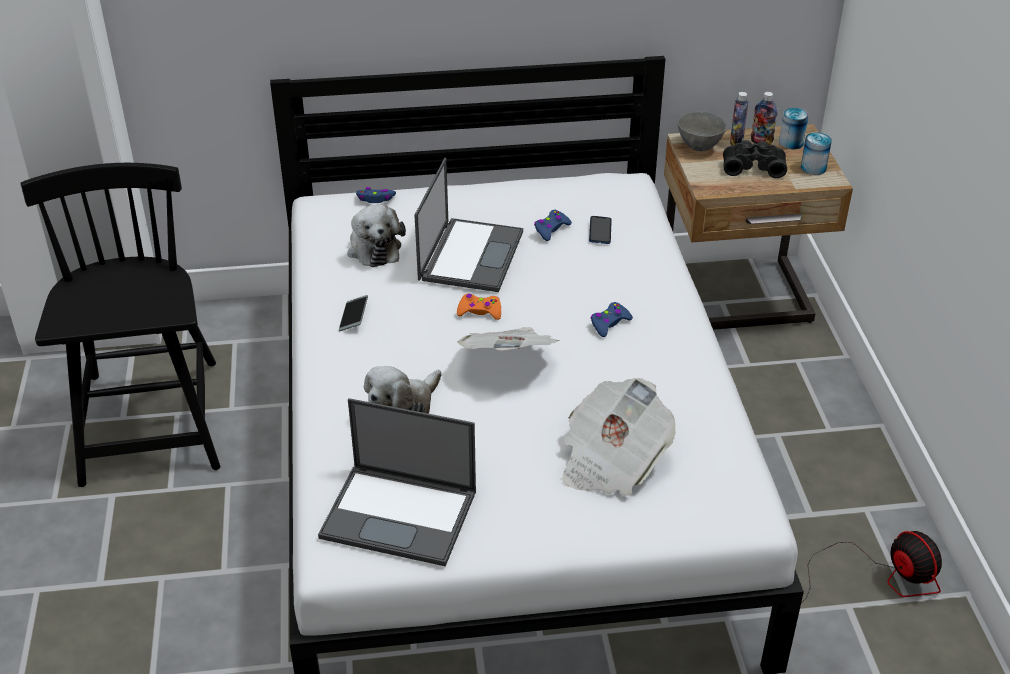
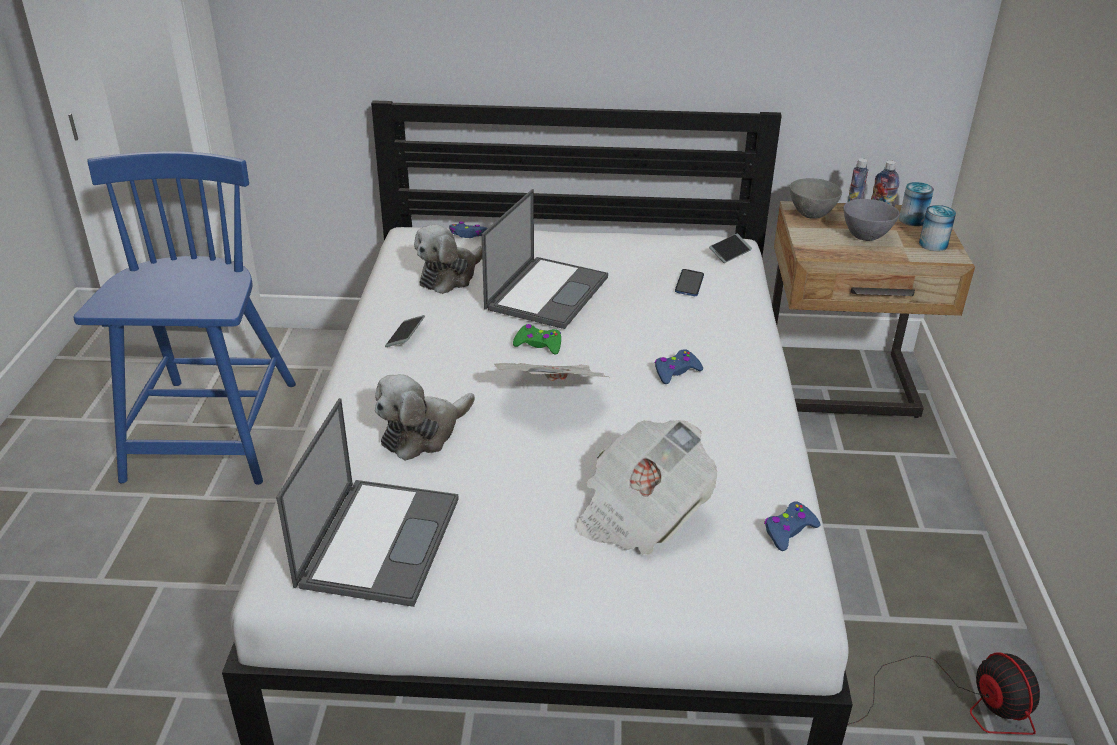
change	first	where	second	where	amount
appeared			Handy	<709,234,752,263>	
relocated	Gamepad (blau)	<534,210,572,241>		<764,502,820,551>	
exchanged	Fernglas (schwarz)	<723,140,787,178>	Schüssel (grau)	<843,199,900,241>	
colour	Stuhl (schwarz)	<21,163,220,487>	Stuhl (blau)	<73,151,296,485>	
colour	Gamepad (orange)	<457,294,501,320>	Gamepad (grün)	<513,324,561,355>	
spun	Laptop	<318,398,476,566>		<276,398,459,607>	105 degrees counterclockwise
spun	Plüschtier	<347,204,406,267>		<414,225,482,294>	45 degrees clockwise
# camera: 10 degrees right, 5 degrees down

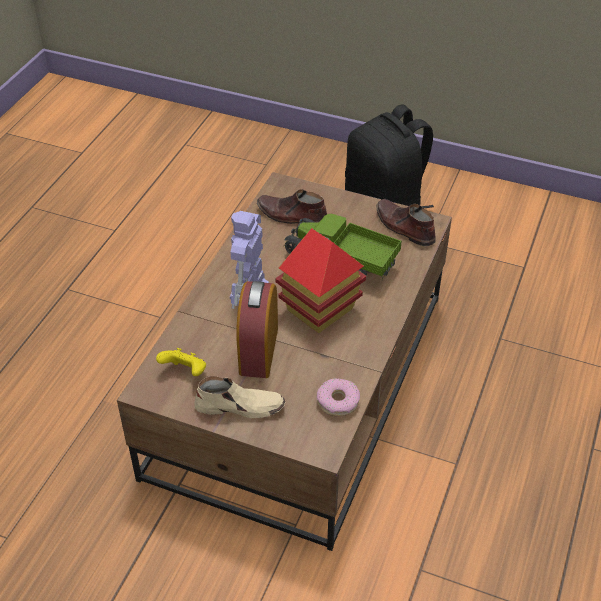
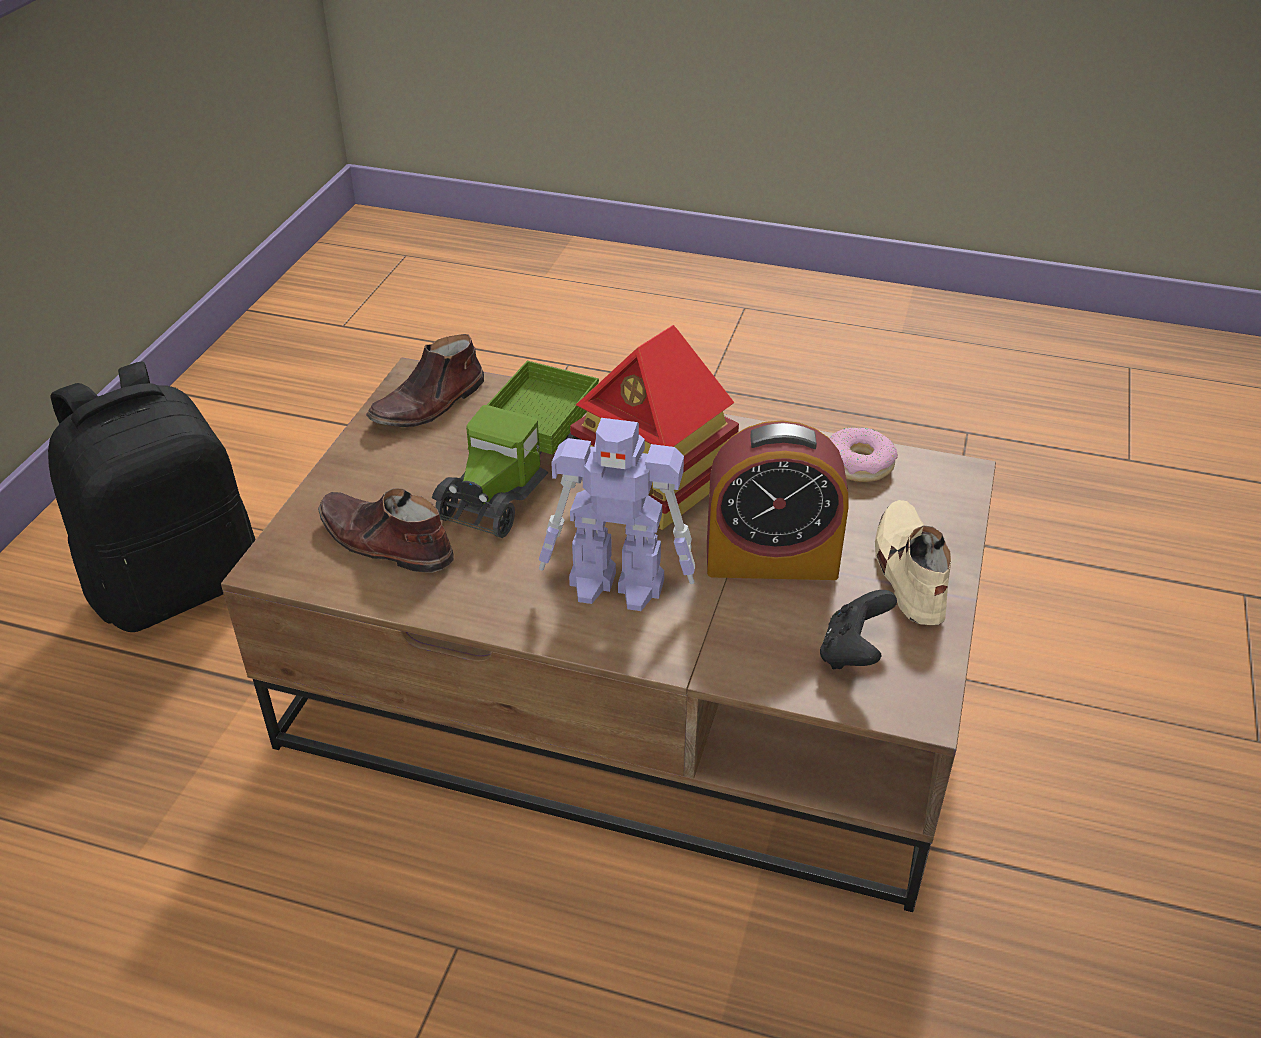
change	first	where	second	where	amount
colour	Gamepad (gelb)	<156,348,206,376>	Gamepad (schwarz)	<820,590,897,669>	
spun	Schuh (braun)	<257,189,327,224>		<318,489,454,573>	105 degrees clockwise
# camera: 95 degrees left, 5 degrees down

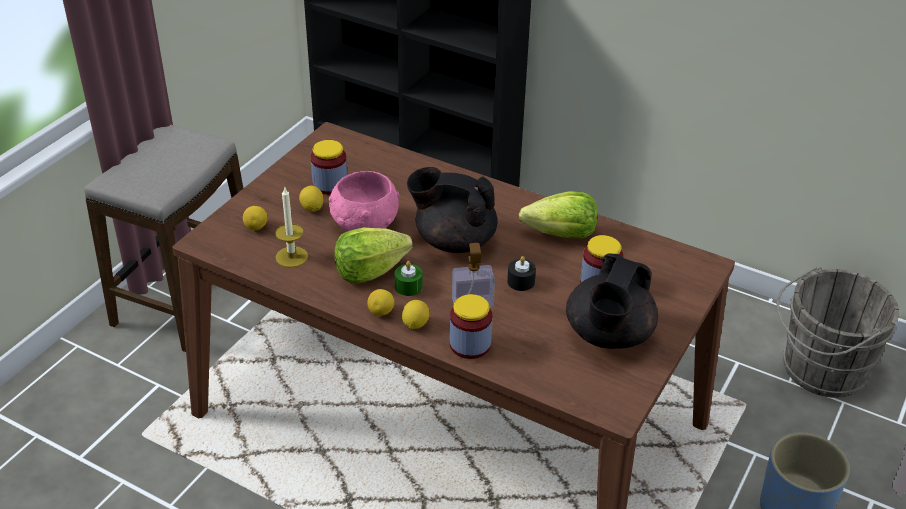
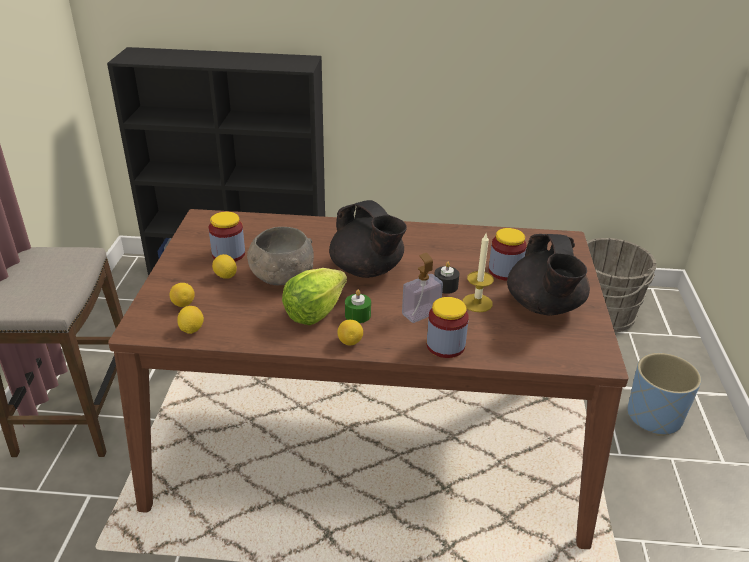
change	first	where	second	where	amount
missing	Salatkopf	<519,191,598,239>			
relocated	Kerze	<275,188,308,268>		<462,234,494,312>	
relocated	Zitrone	<402,300,430,329>		<177,306,204,334>	
colour	Schüssel (rosa)	<329,171,400,231>	Schüssel (grau)	<247,227,314,285>	
spun	Teekanne (schwarz)	<407,167,497,253>		<329,200,407,278>	120 degrees counterclockwise
# camera: 25 degrees left, 5 degrees down

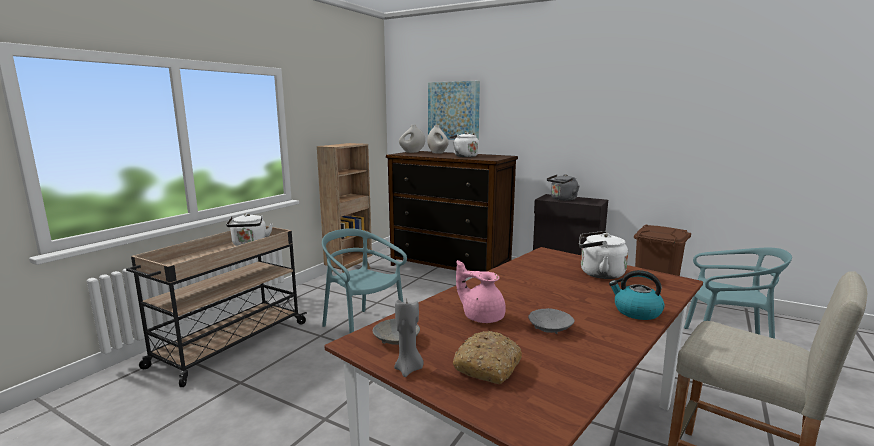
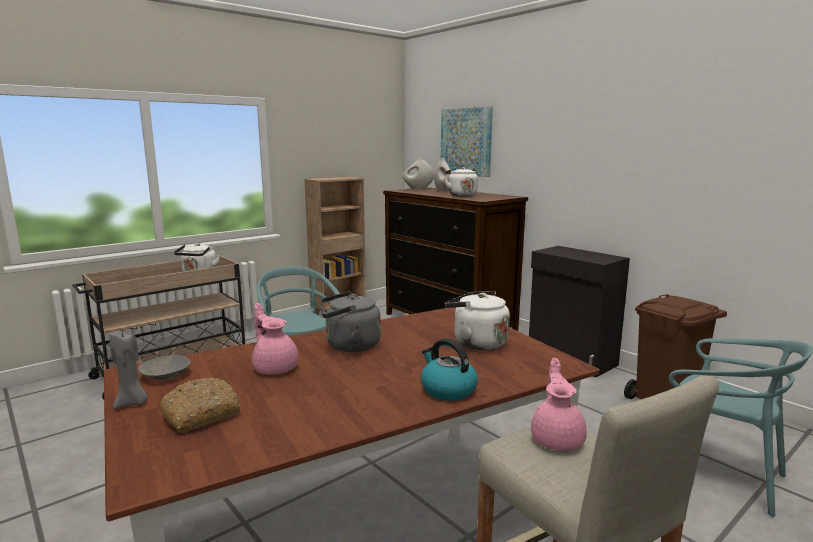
change	first	where	second	where	amount
missing	Schüssel (grau)	<528,308,575,334>			
appeared			Teekanne (rosa)	<531,358,587,451>	
relocated	Wasserkessel (grau)	<547,174,579,201>		<321,291,381,352>	
# camera: 20 degrees right, 0 degrees up

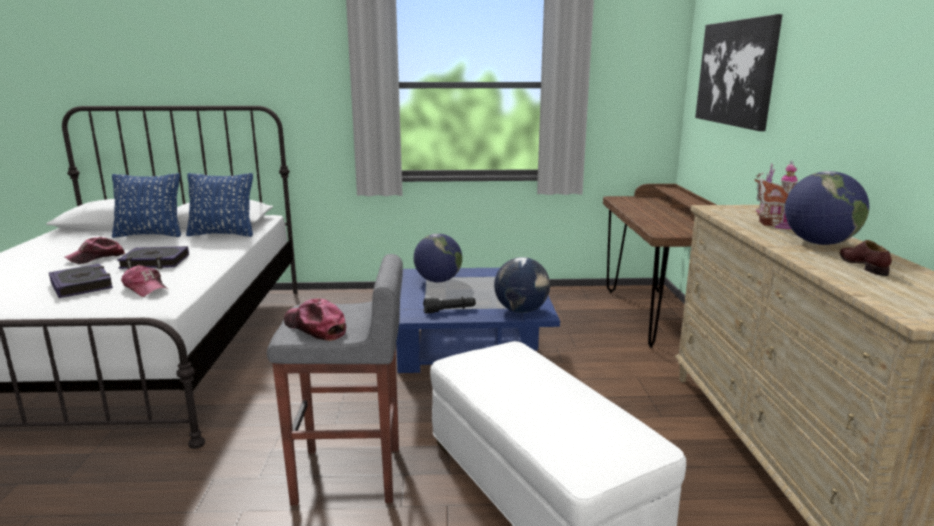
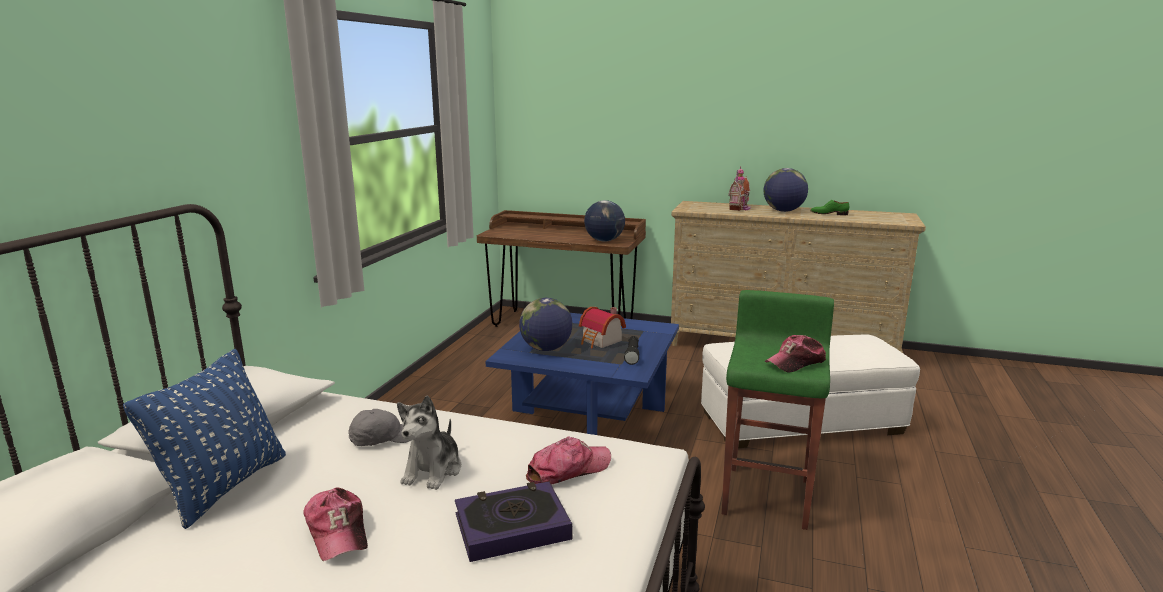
change	first	where	second	where	amount
missing	Kissen (blau)	<186,173,253,237>			
missing	Bild	<695,14,782,131>			
appeared			Kappe (grau)	<348,409,411,446>	
appeared			Spielzeughaus	<579,307,626,348>	
relocated	Globus	<494,257,550,313>		<584,200,625,242>	
exchanged	Buch	<117,246,189,269>	Plüschtier	<397,395,461,490>	
colour	Hocker (grau)	<267,254,403,505>	Hocker (grün)	<722,290,834,530>	
colour	Schuh (braun)	<840,240,892,276>	Schuh (grün)	<810,200,849,215>	
# camera: 70 degrees left, 0 degrees up

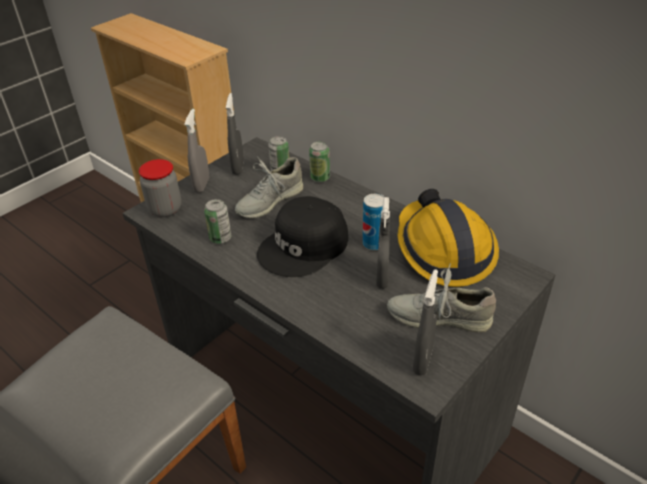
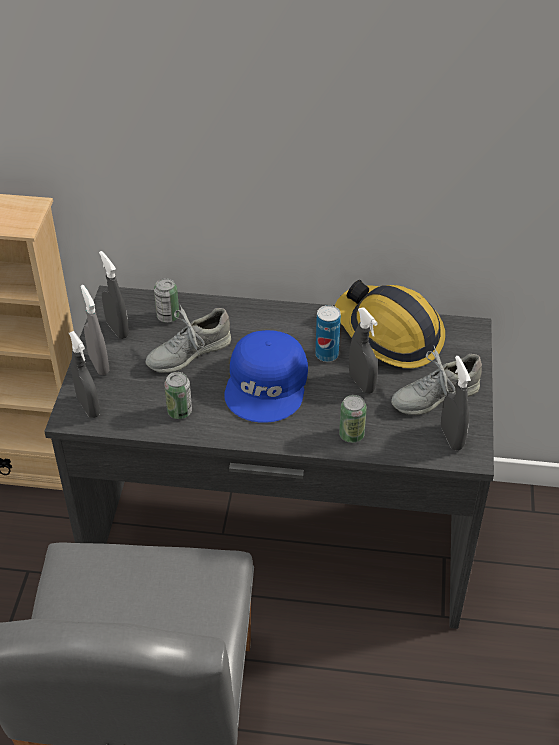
change	first	where	second	where	amount
relocated	Dose	<309,141,330,182>		<339,395,367,443>	
exchanged	Vorratsglas	<139,159,181,217>	Sprühflasche (grau)	<69,331,100,418>	
colour	Kappe (schwarz)	<257,196,348,277>	Kappe (blau)	<224,330,308,423>	
spun	Schuh (grau)	<235,156,303,218>		<145,305,231,373>	45 degrees clockwise
# camera: 35 degrees left, 5 degrees up

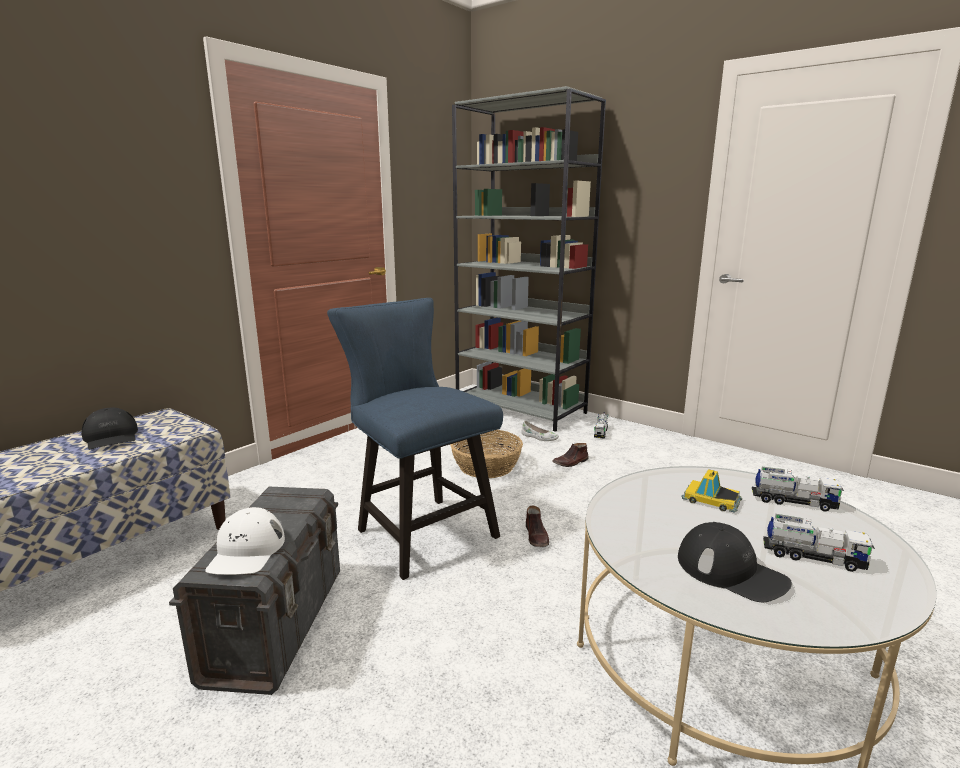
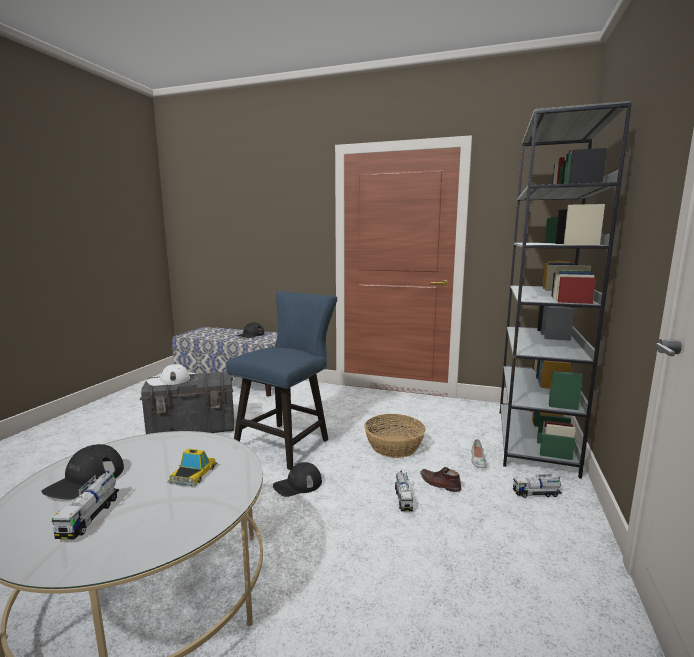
change	first	where	second	where	amount
relocated	Spielzeuglaster	<752,467,844,512>		<395,471,414,511>	
exchanged	Schuh (braun)	<526,506,549,547>	Kappe (schwarz)	<273,462,322,497>	
# camera: 70 degrees right, 5 degrees down

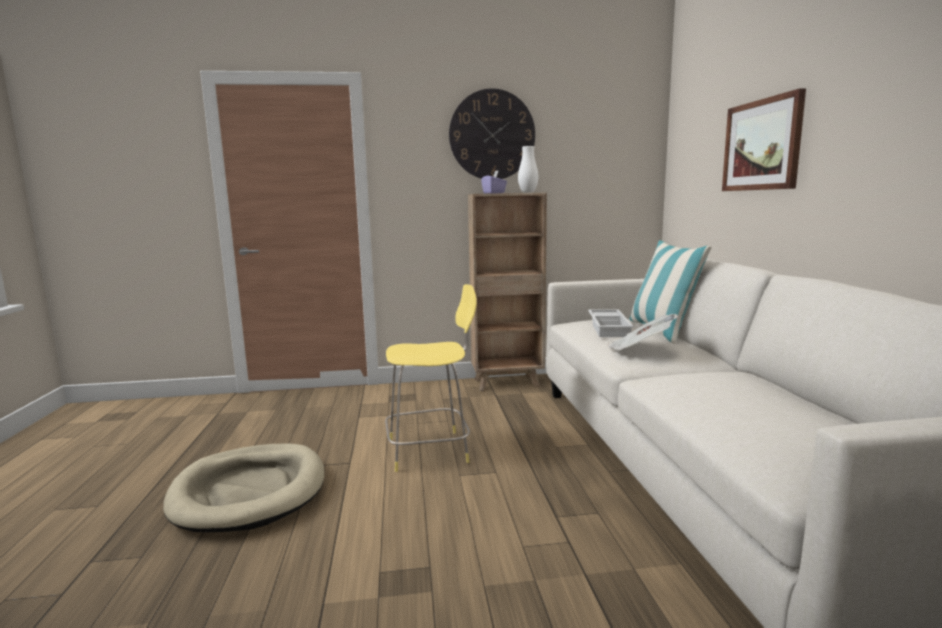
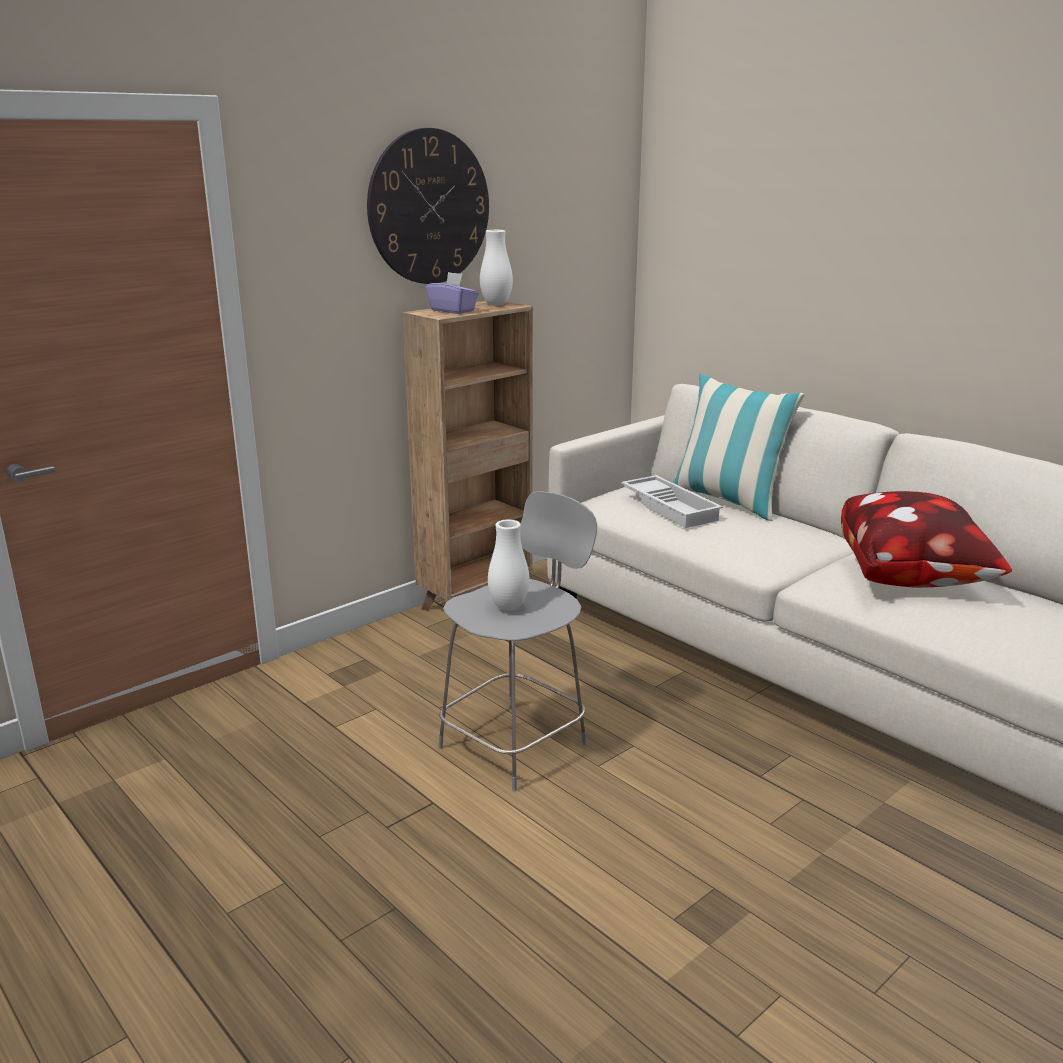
change	first	where	second	where	amount
missing	Hundebett (beige)	<163,443,325,532>			
missing	Zeitung	<607,314,678,351>			
missing	Bild	<722,88,806,191>			
appeared			Vase (weiß)	<488,520,529,611>	
appeared			Kissen	<841,491,1012,588>	
colour	Hocker (gelb)	<385,284,477,472>	Hocker (grau)	<438,491,597,792>	
# camera: 35 degrees left, 10 degrees up

